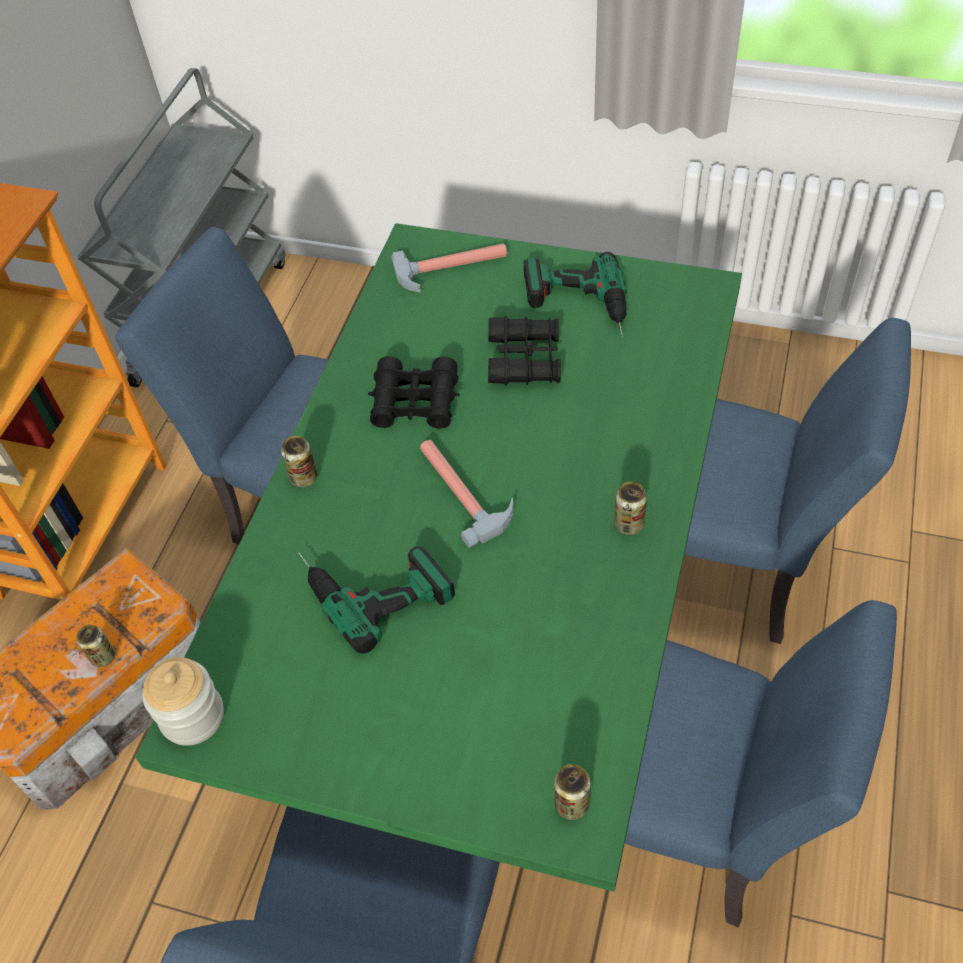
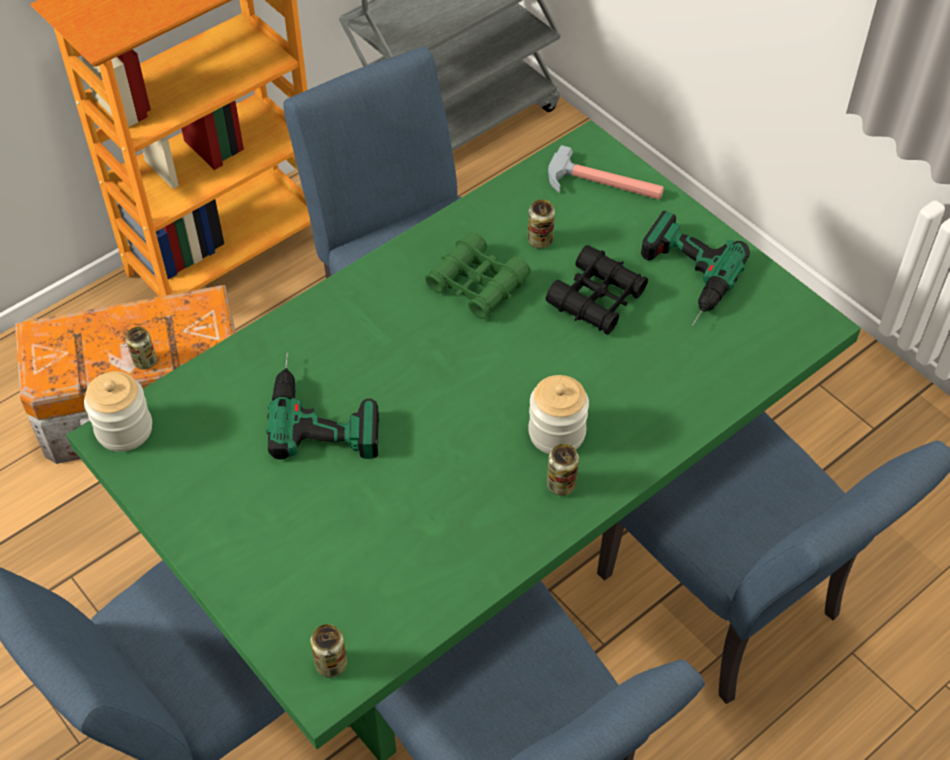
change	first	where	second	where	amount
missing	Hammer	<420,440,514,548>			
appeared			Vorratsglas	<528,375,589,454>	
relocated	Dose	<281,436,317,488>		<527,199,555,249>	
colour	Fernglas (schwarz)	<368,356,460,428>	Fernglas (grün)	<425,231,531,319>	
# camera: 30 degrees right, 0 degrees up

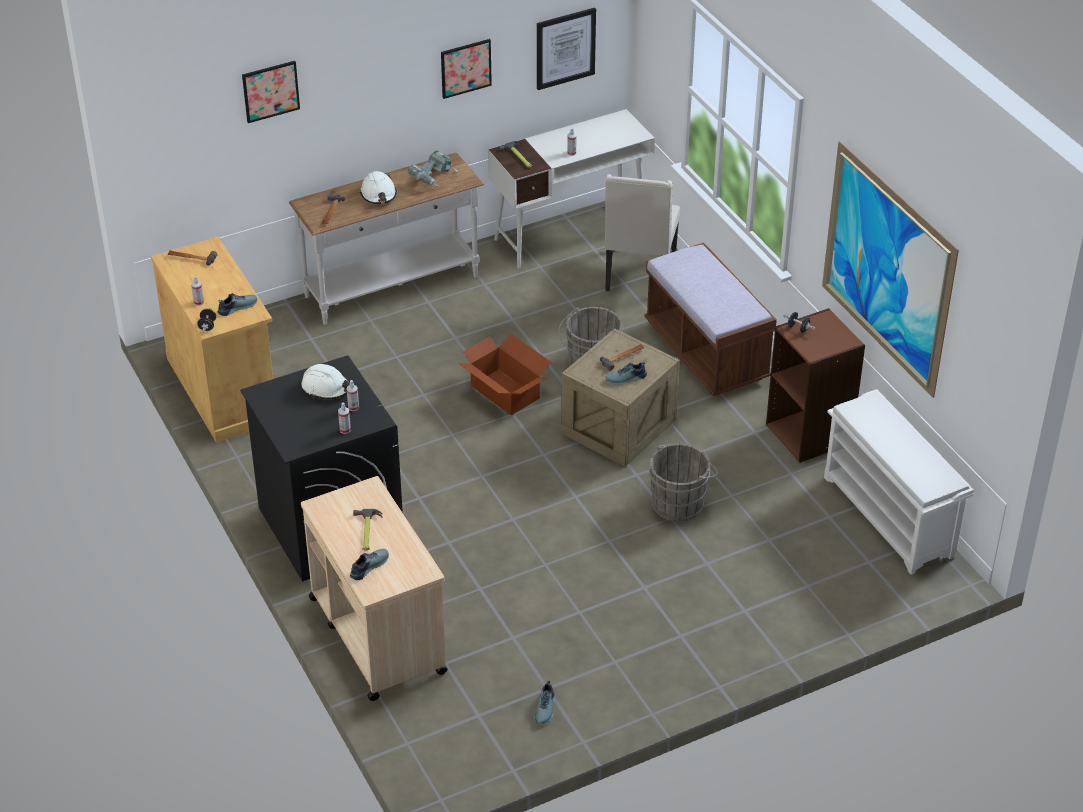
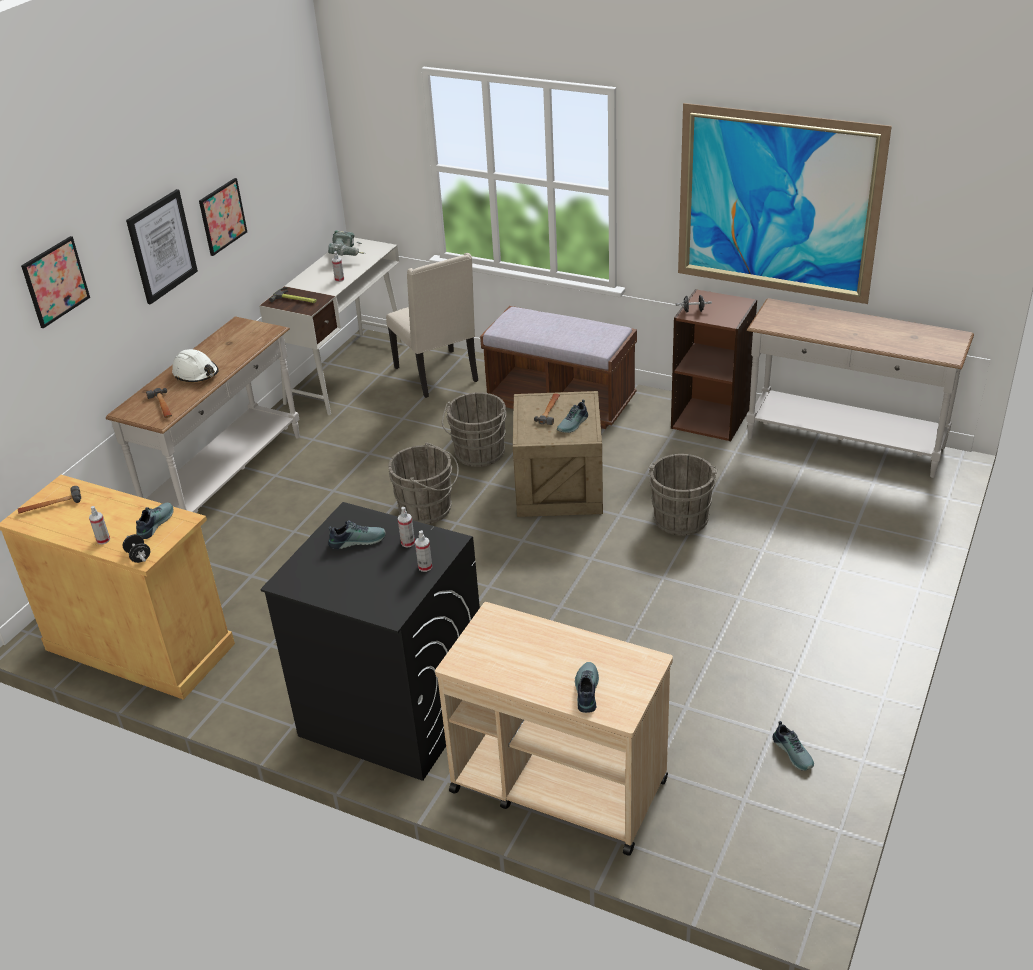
change	first	where	second	where	amount
missing	Hammer	<353,509,382,551>			
relocated	Bohrmaschine	<408,151,458,187>		<328,231,364,256>	
relocated	Bild	<537,8,596,90>		<126,189,198,305>	
exchanged	Schutzhelm (weiß)	<302,364,350,400>	Schuh	<328,520,386,550>	
exchanged	Karton	<458,333,551,415>	Eimer (grau)	<388,443,459,524>	
exchanged	Schuhregal (weiß)	<824,389,974,575>	Konsolentisch (weiß)	<746,298,974,478>	
# camera: 35 degrees left, 5 degrees down

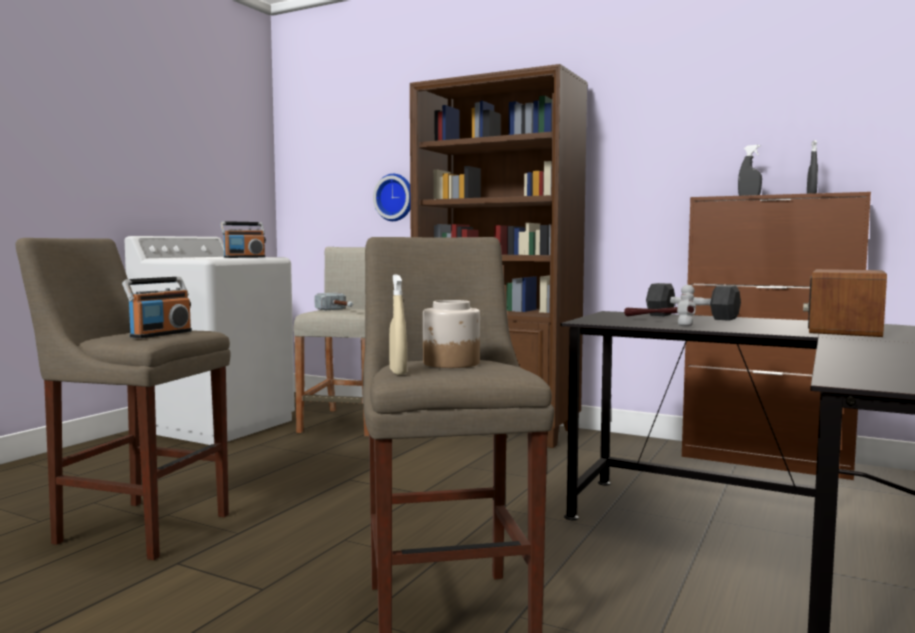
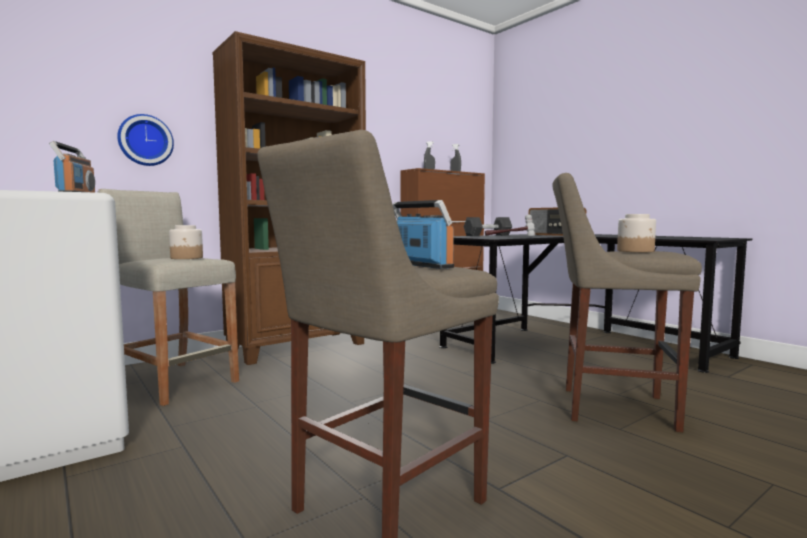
change	first	where	second	where	amount
missing	Sprühflasche (beige)	<389,274,407,375>			
exchanged	Hammer	<315,293,353,310>	Vorratsglas	<169,225,203,259>	
# camera: 65 degrees left, 0 degrees up

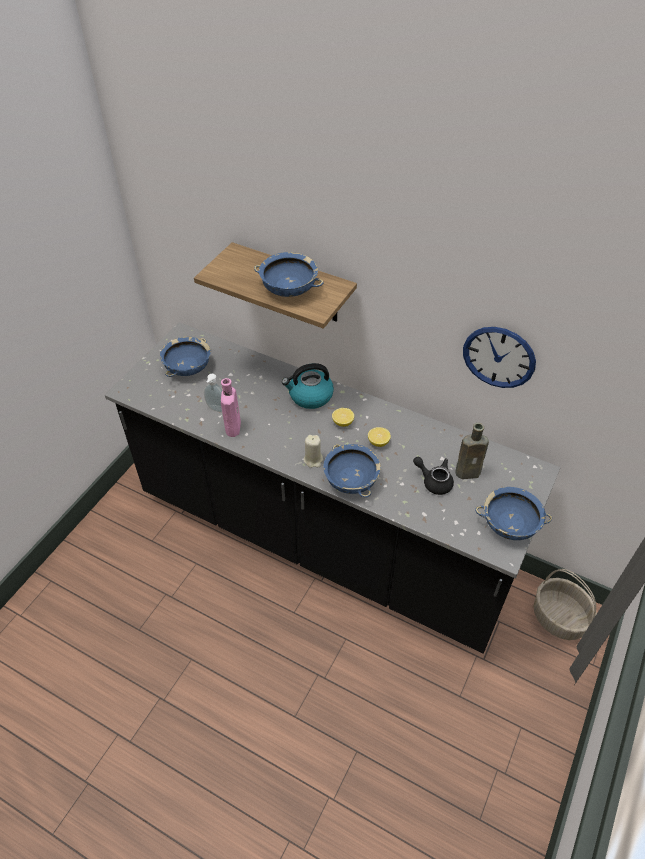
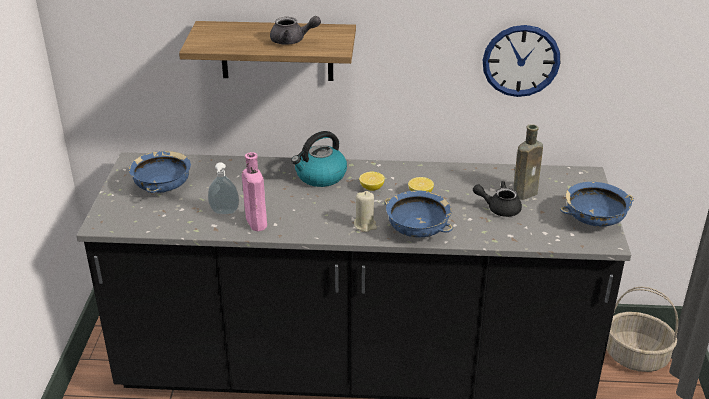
change	first	where	second	where	amount
exchanged	Schüssel (blau)	<254,252,324,297>	Teekanne (grau)	<270,16,321,45>	
# camera: 25 degrees left, 15 degrees down

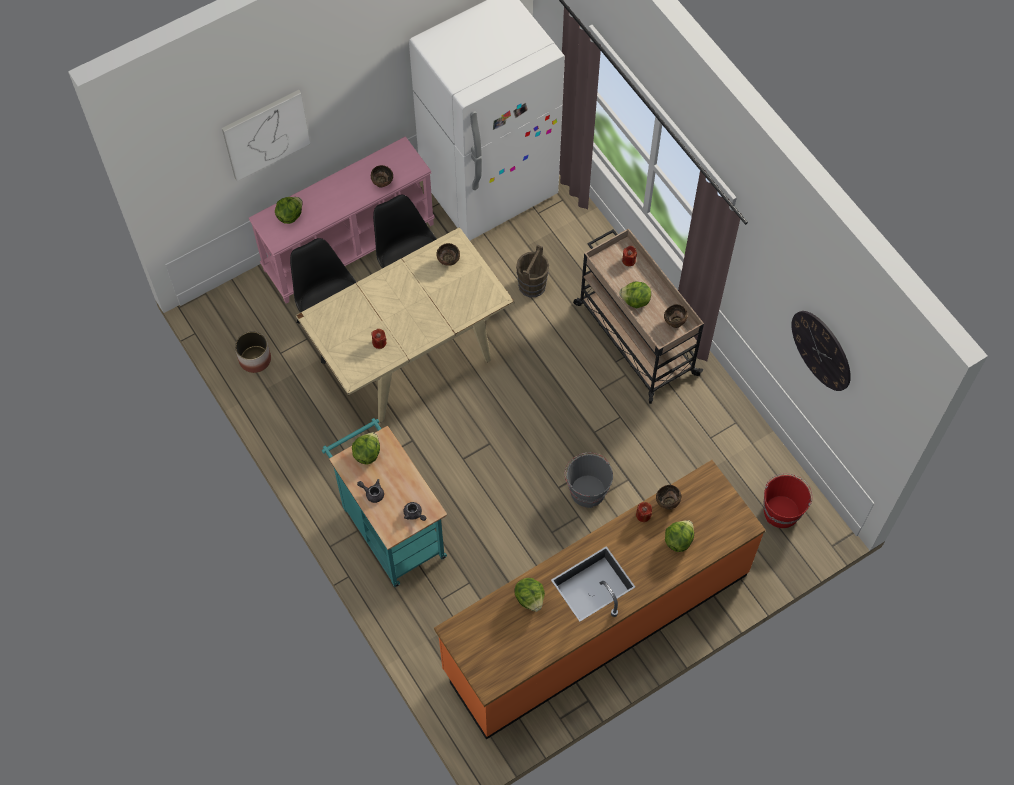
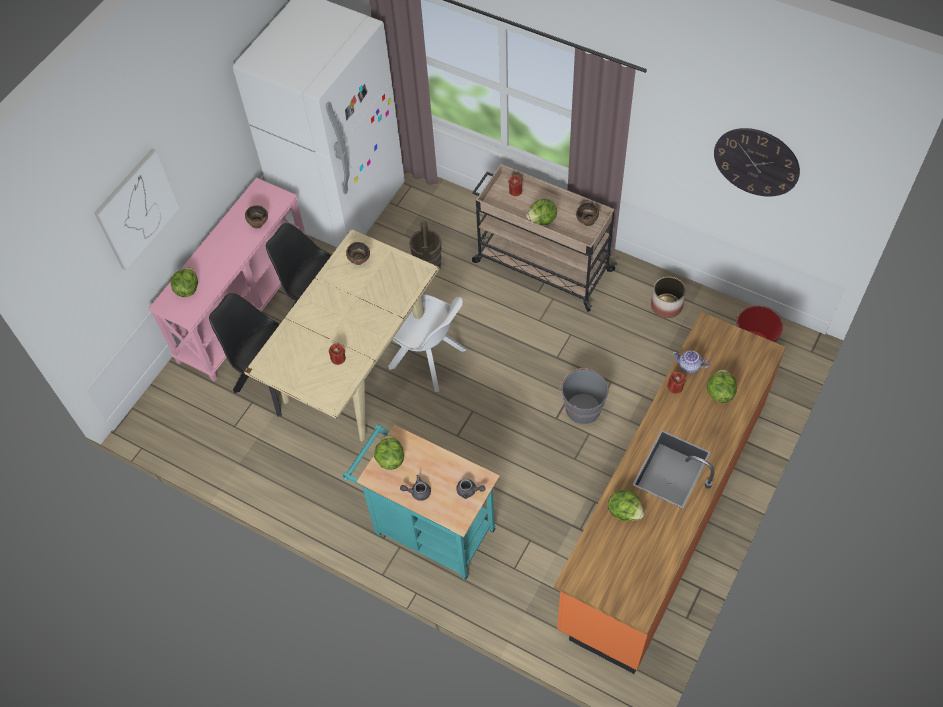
change	first	where	second	where	amount
appeared			Stuhl (weiß)	<388,294,467,392>	
relocated	Pflanzkübel	<235,331,271,373>		<651,277,686,318>	
exchanged	Schüssel (braun)	<656,485,681,510>	Teekanne	<673,350,710,373>	
# camera: 25 degrees left, 5 degrees down

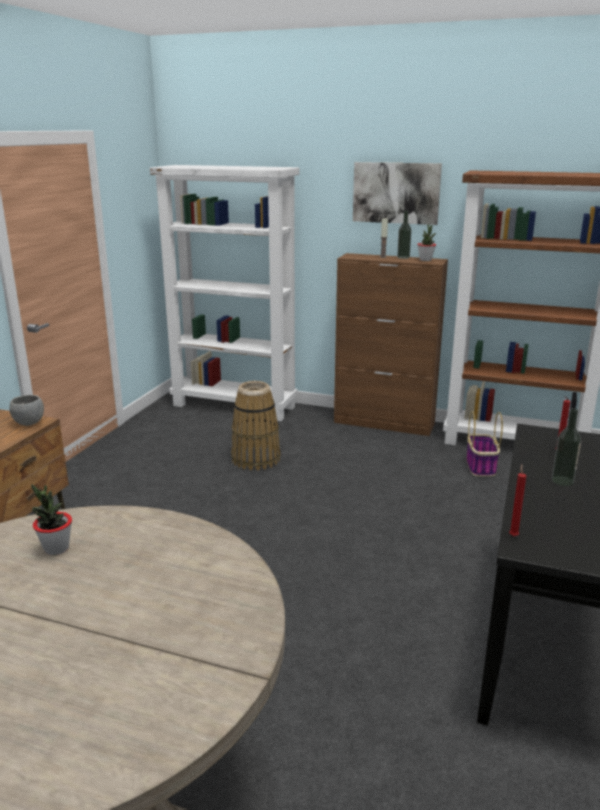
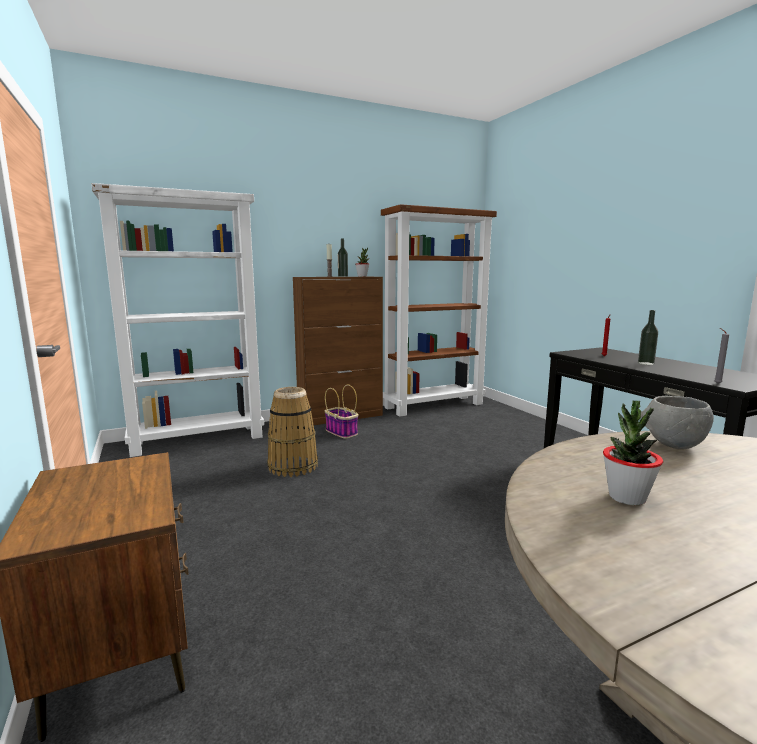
change	first	where	second	where	amount
missing	Bild	<353,162,442,225>			
relocated	Schüssel (grau)	<9,395,44,426>		<641,395,714,450>	
relocated	Korb	<466,411,503,477>		<325,385,358,439>	
colour	Kerze (rot)	<509,464,526,536>	Kerze (grau)	<714,328,729,384>	
# camera: 45 degrees left, 10 degrees down

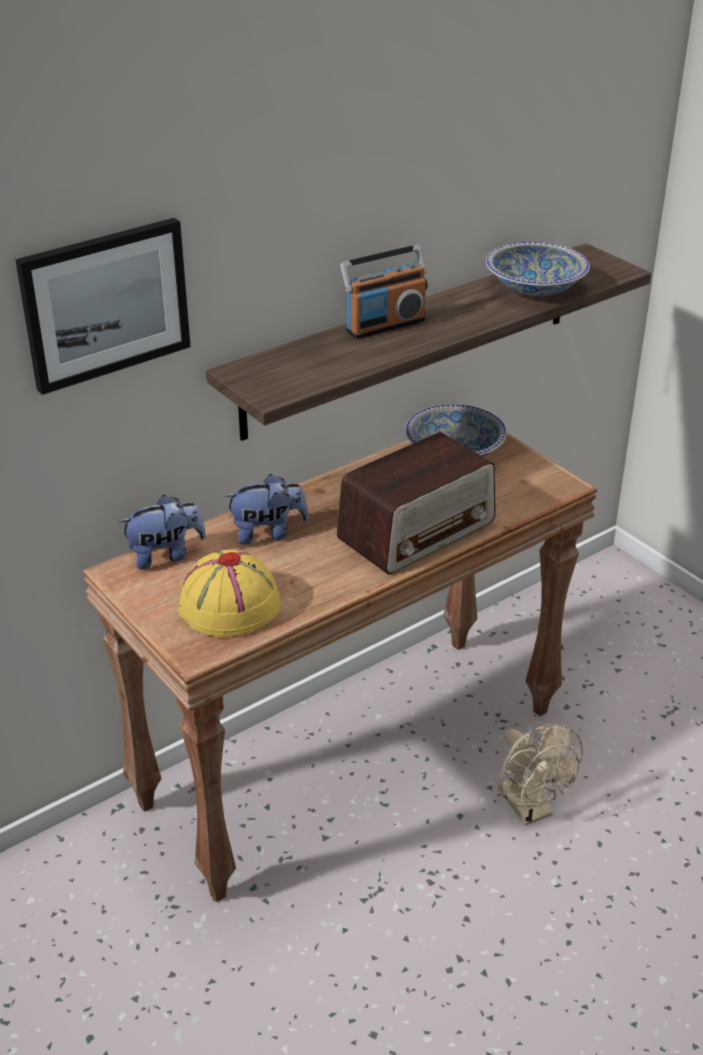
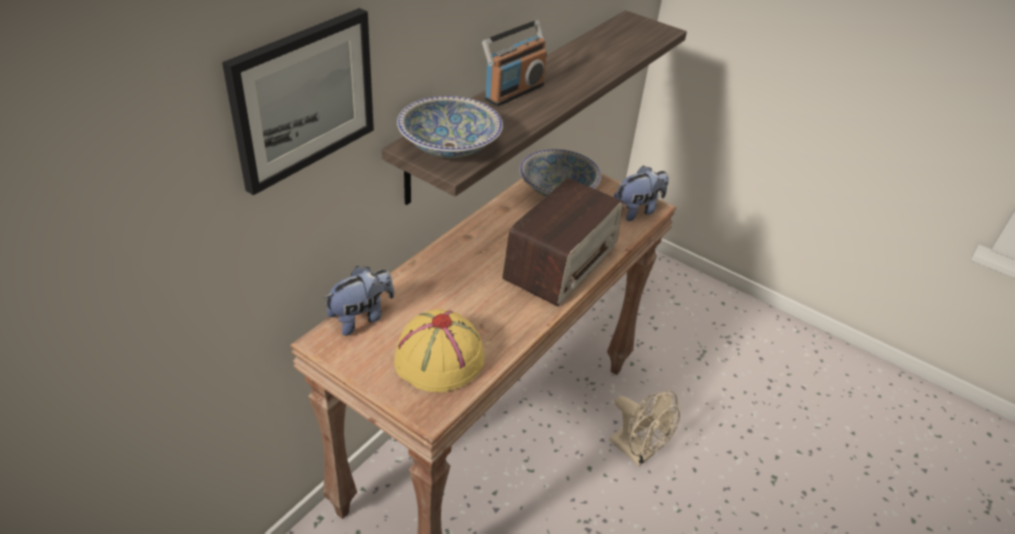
change	first	where	second	where	amount
relocated	Plüschtier	<224,474,309,545>		<614,166,669,221>	
relocated	Schüssel	<486,242,590,296>		<397,96,503,158>	
# camera: 20 degrees left, 5 degrees up

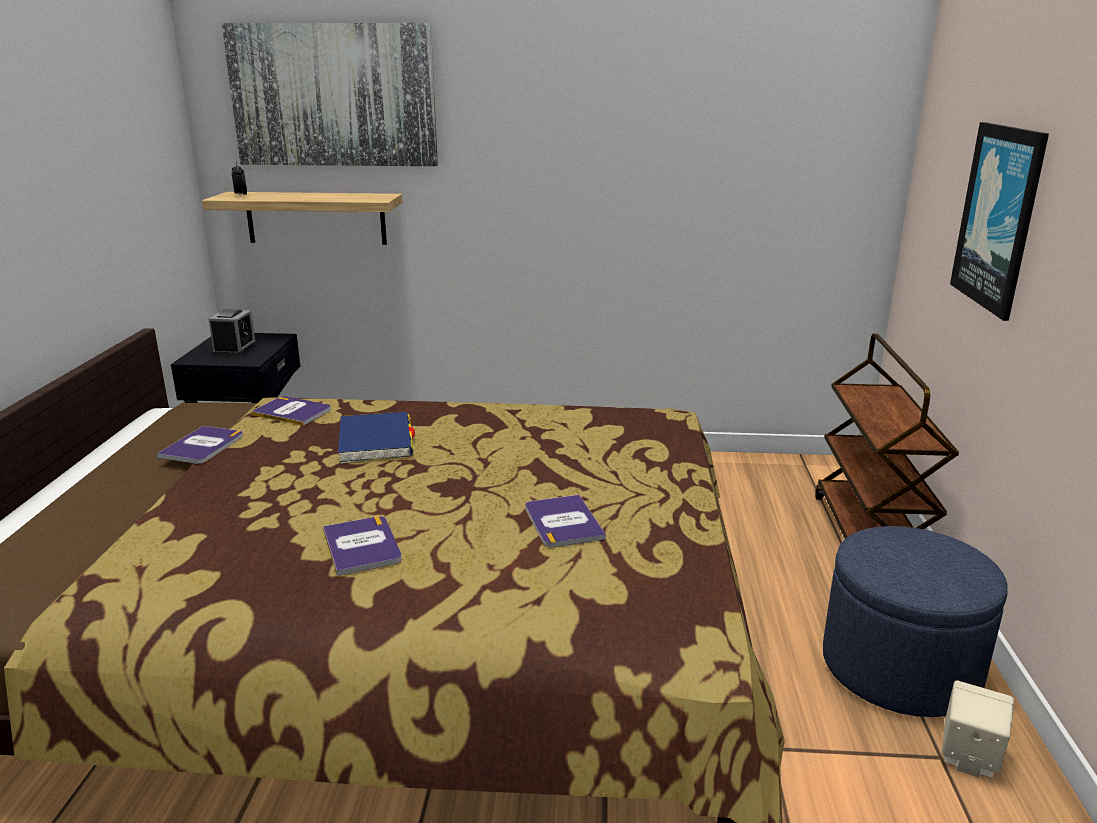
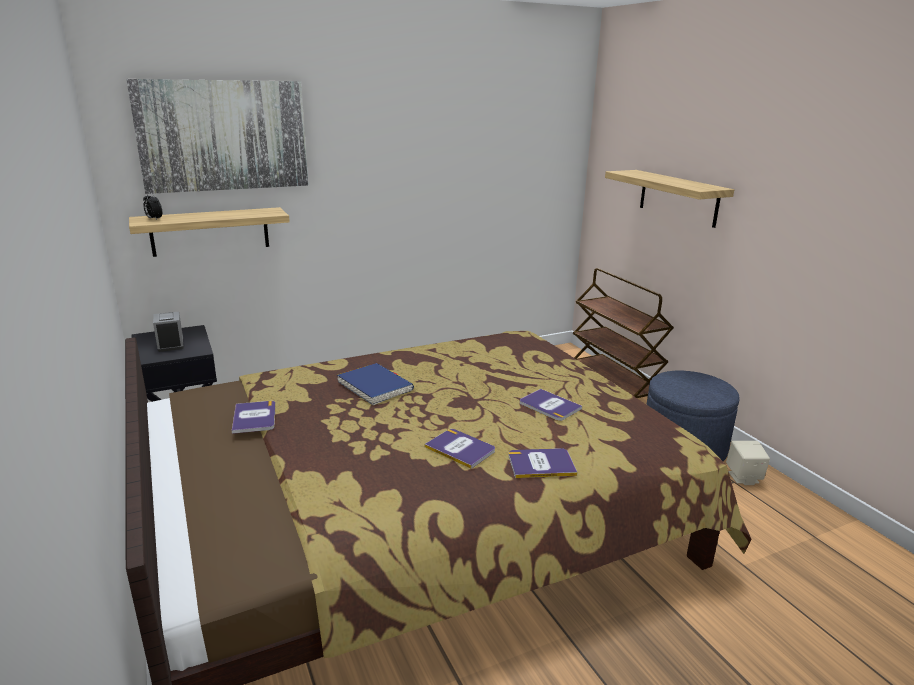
change	first	where	second	where	amount
relocated	Buch	<251,396,331,426>		<509,448,578,478>	
exchanged	Bild	<950,122,1049,321>	Wandregal	<605,170,734,228>	
# camera: 30 degrees left, 0 degrees up

